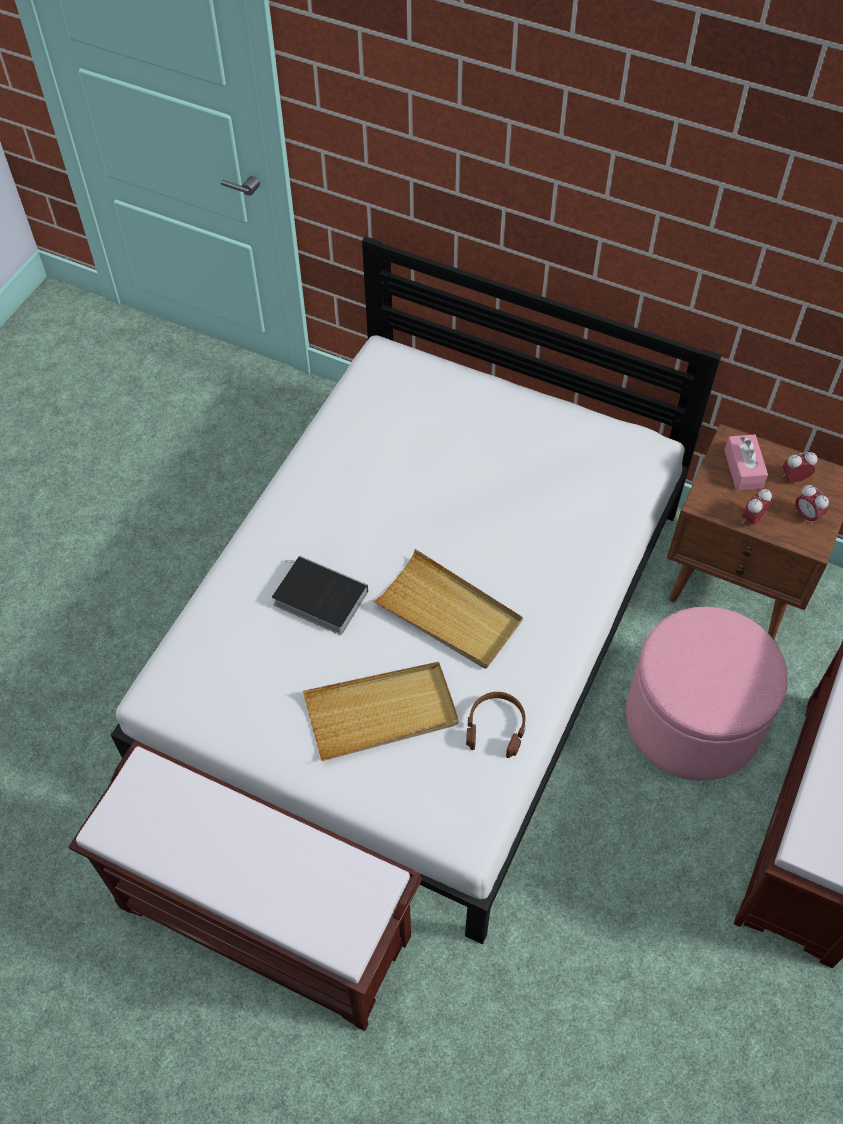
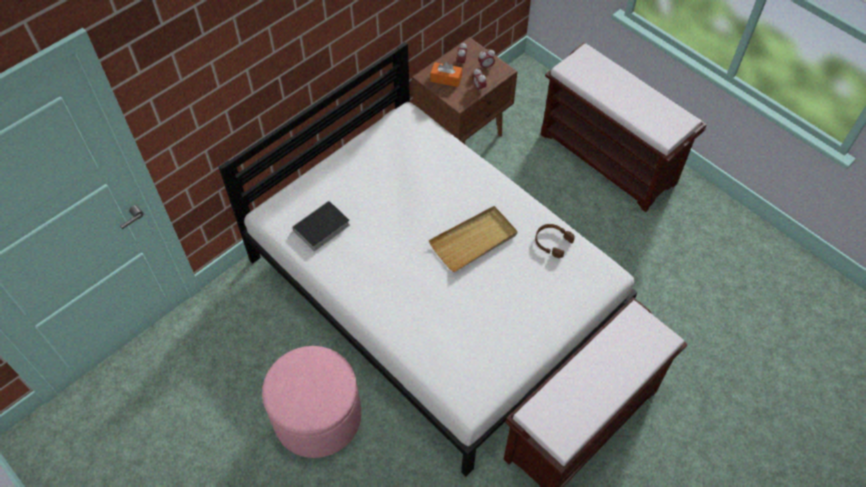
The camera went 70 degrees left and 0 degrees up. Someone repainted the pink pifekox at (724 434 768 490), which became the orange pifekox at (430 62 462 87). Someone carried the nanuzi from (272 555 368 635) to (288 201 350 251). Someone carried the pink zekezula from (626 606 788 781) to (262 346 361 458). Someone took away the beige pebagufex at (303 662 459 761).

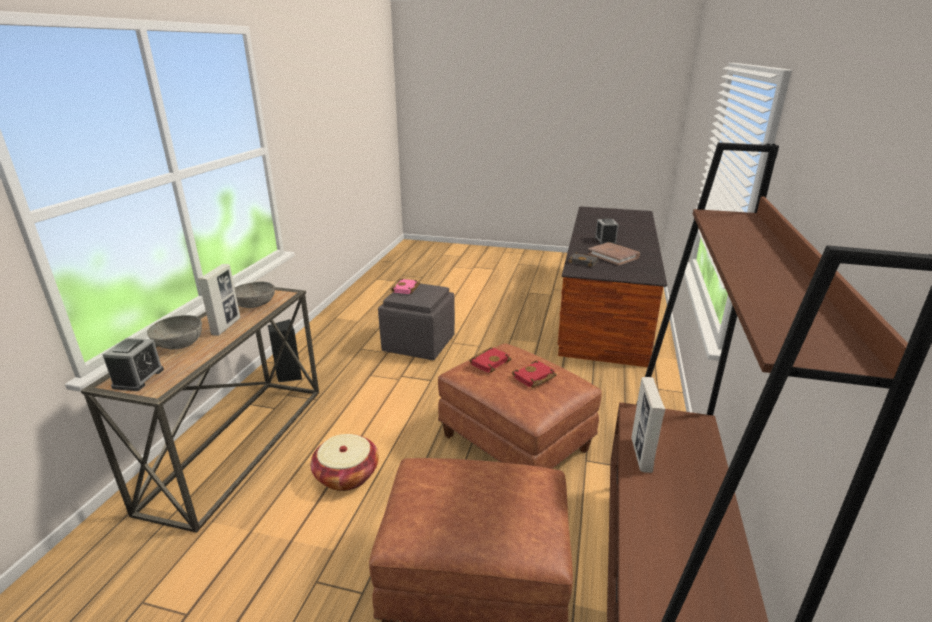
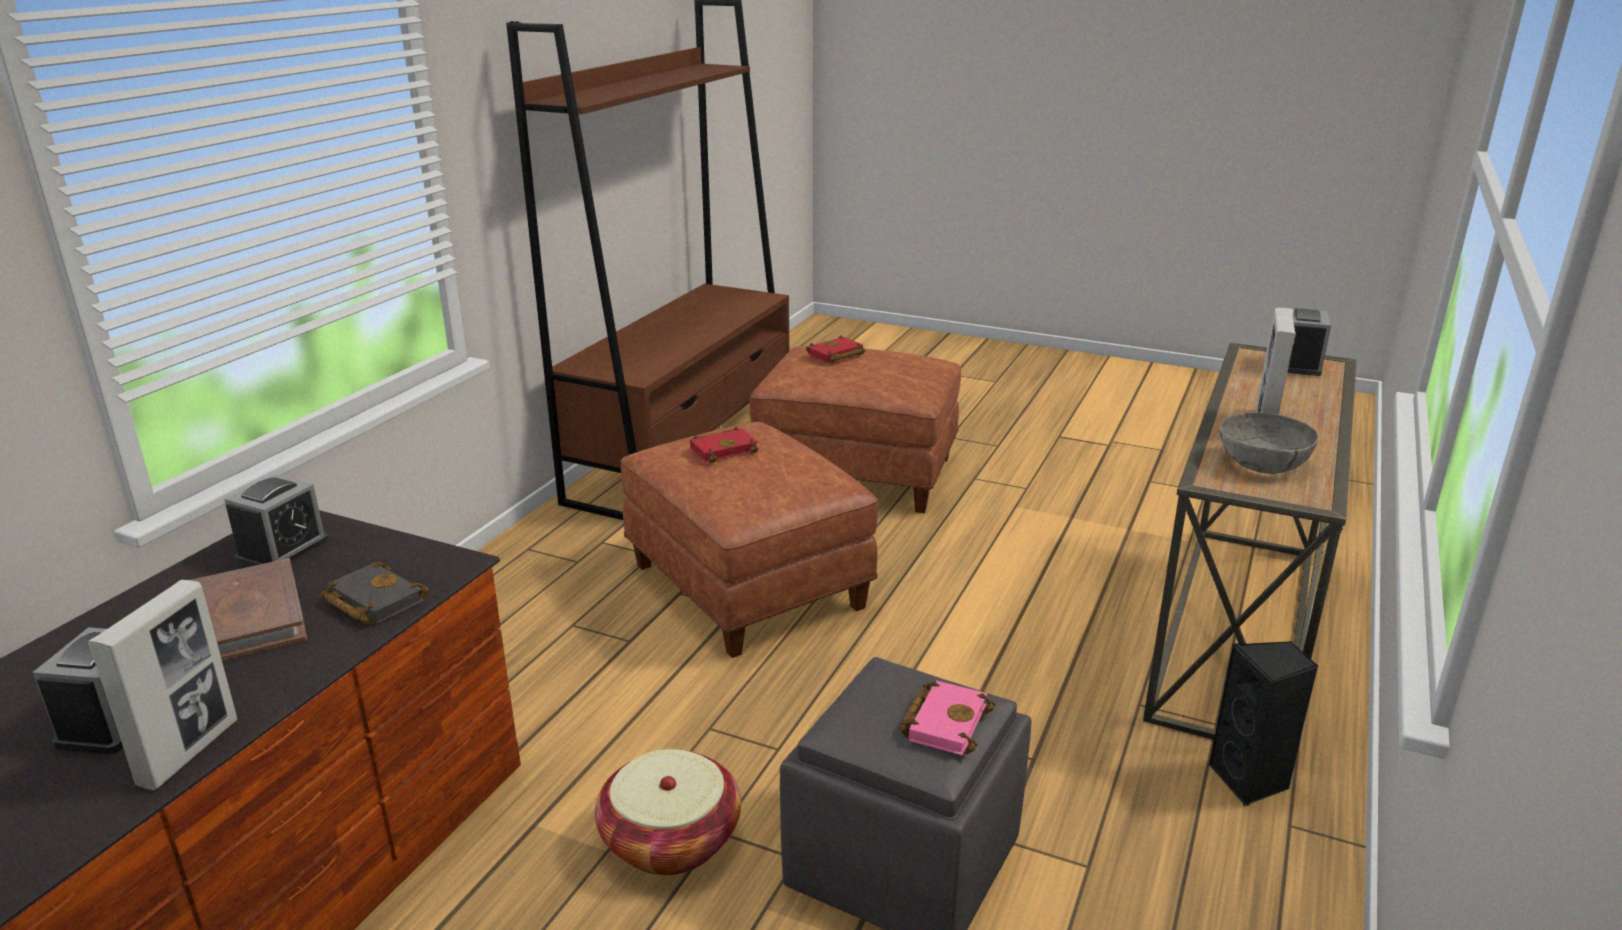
The camera went 170 degrees left and 0 degrees up. Someone took away the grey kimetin at (147 315 202 349). Someone carried the red nanuzi from (469 347 512 373) to (806 336 865 363). Someone carried the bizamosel from (631 377 665 473) to (88 580 237 790). Someone carried the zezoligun from (310 434 379 491) to (595 749 741 875). Someone put down the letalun at (224 474 329 567).

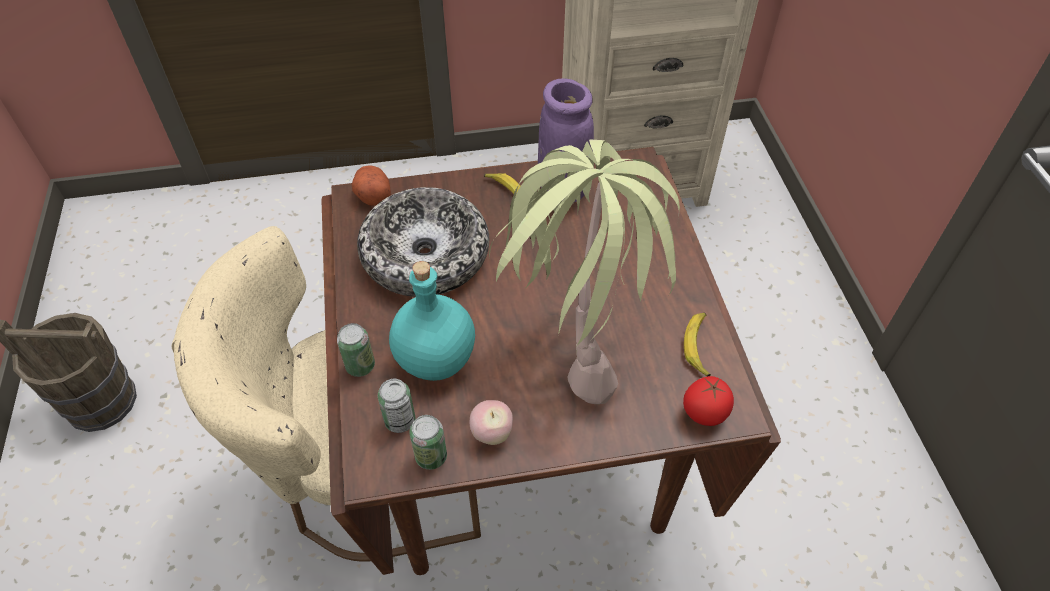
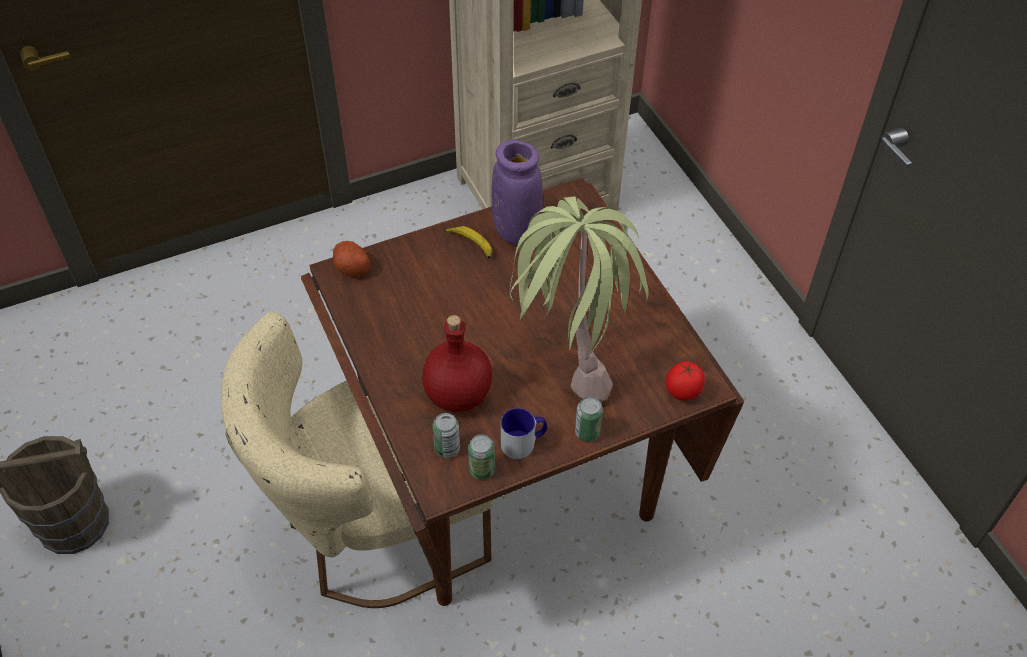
The camera went 15 degrees left and 0 degrees up. Someone took away the kimetin at (357 187 489 297). Someone repainted the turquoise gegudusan at (389 261 475 381), which became the red gegudusan at (422 315 492 412). Someone took away the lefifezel at (684 313 711 377). Someone carried the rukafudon from (337 323 375 377) to (575 397 603 442). Someone swapped the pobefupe at (470 400 513 445) for the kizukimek at (501 408 547 459).

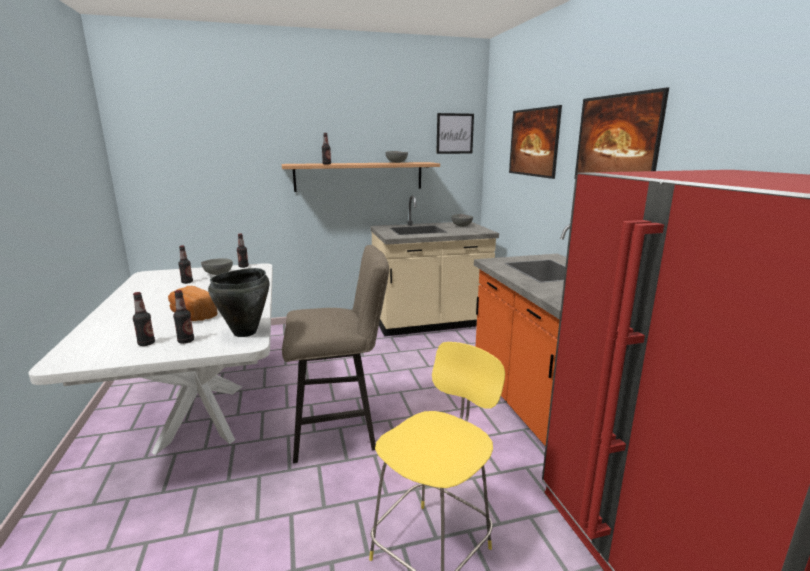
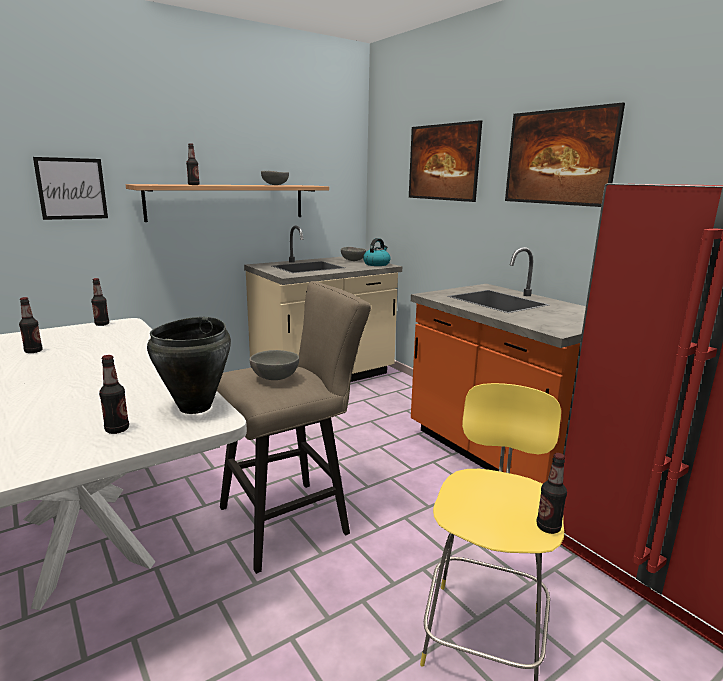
The camera went 20 degrees left and 0 degrees up. Someone carried the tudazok from (436 113 474 154) to (33 157 108 220). Someone carried the grey kimetin from (201 258 233 275) to (249 350 299 380). Someone took away the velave at (168 286 218 321). Someone carried the gegudusan from (133 292 155 346) to (537 453 567 534). Someone put down the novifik at (363 238 391 266).

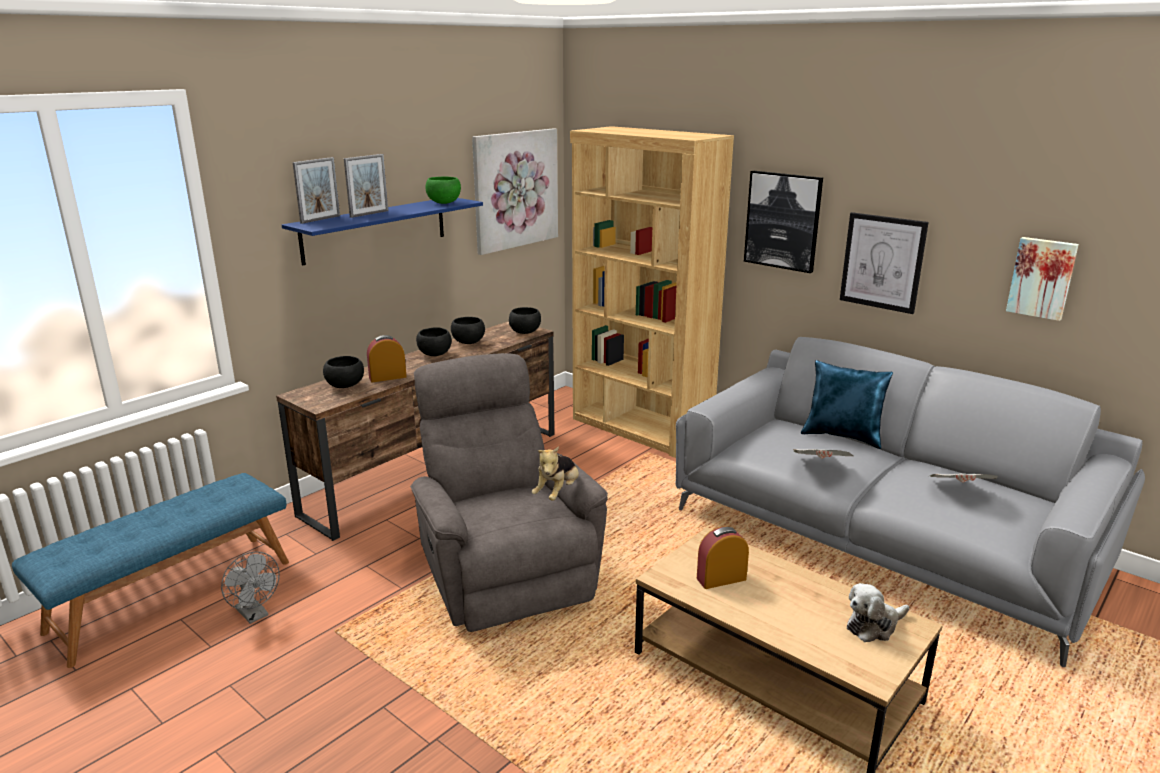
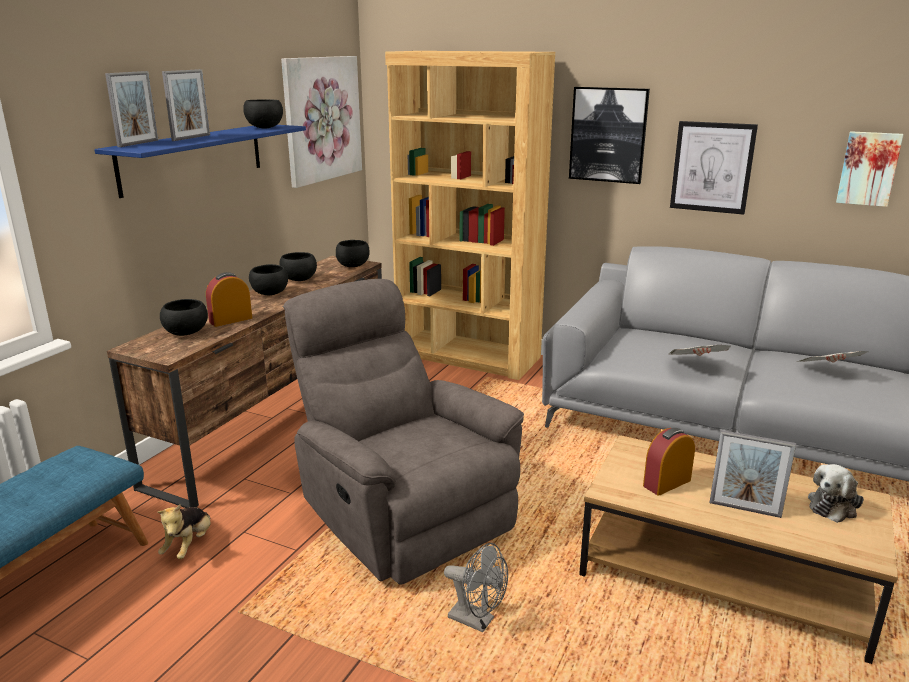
The camera went 15 degrees left and 0 degrees up. Someone repainted the green kimetin at (425 176 461 204), which became the black kimetin at (243 99 283 129). Someone took away the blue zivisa at (801 360 893 449). Someone carried the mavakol from (532 446 579 501) to (157 504 211 559). Someone carried the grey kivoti from (221 552 280 624) to (444 543 508 632). Someone put down the bizamosel at (710 430 796 518).

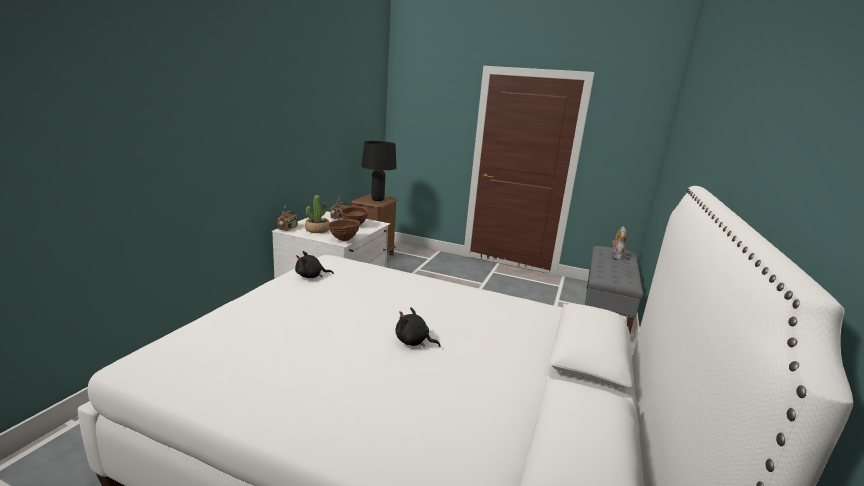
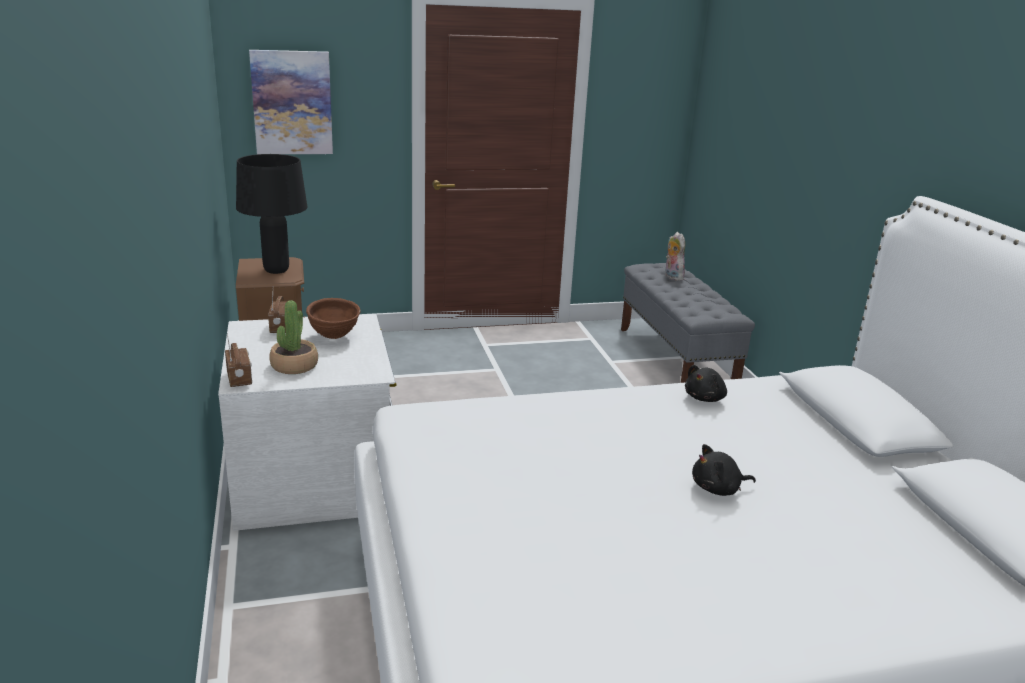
The camera went 35 degrees left and 5 degrees up. Someone took away the brown kimetin at (328 219 360 241). Someone carried the black mavakol from (295 251 334 278) to (685 365 727 402). Someone put up the tudazok at (249 50 333 154).

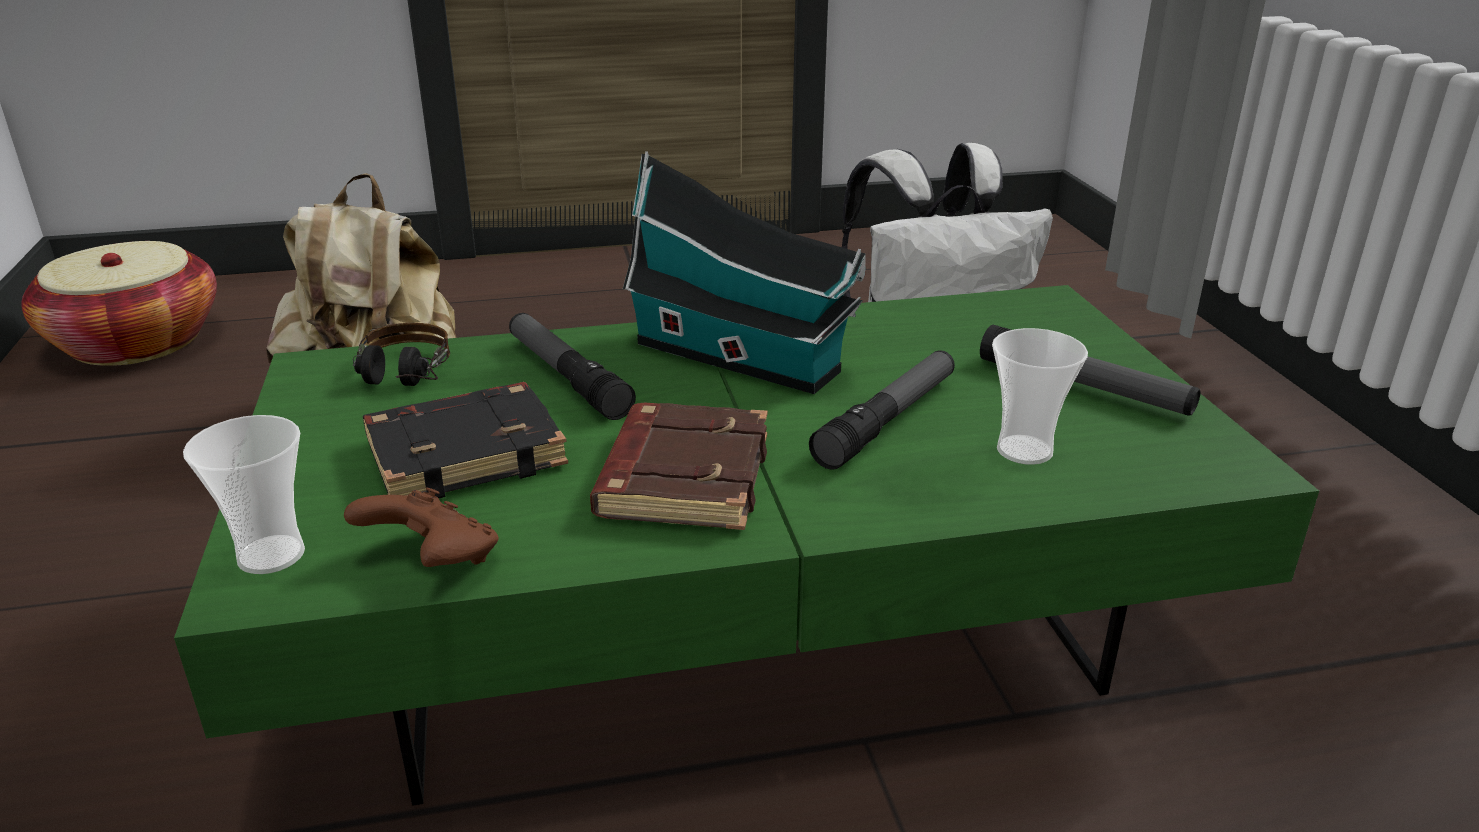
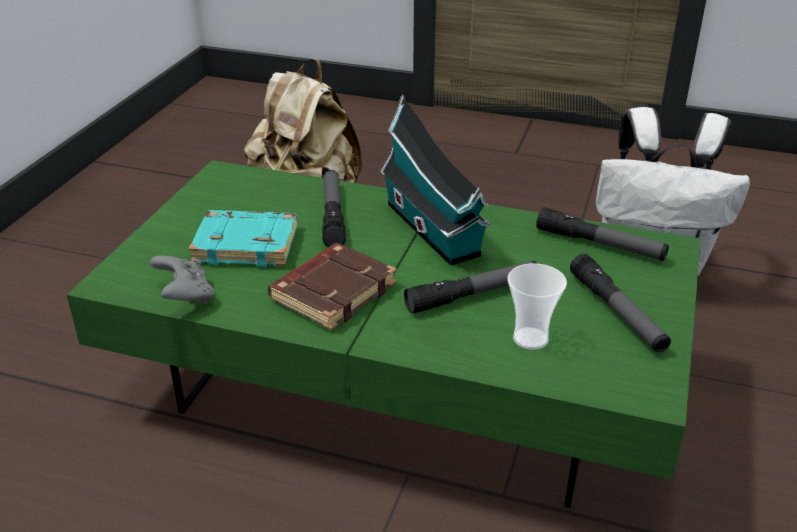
The camera went 30 degrees right and 5 degrees up. Someone took away the zezoligun at (21 241 217 366). Someone took away the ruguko at (353 323 450 386). Someone repainted the black nanuzi at (363 382 568 498), which became the turquoise nanuzi at (189 210 297 267). Someone took away the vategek at (183 415 305 574). Someone repainted the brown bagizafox at (344 488 499 567), which became the grey bagizafox at (150 255 214 304). Someone put down the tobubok at (536 207 669 261).

